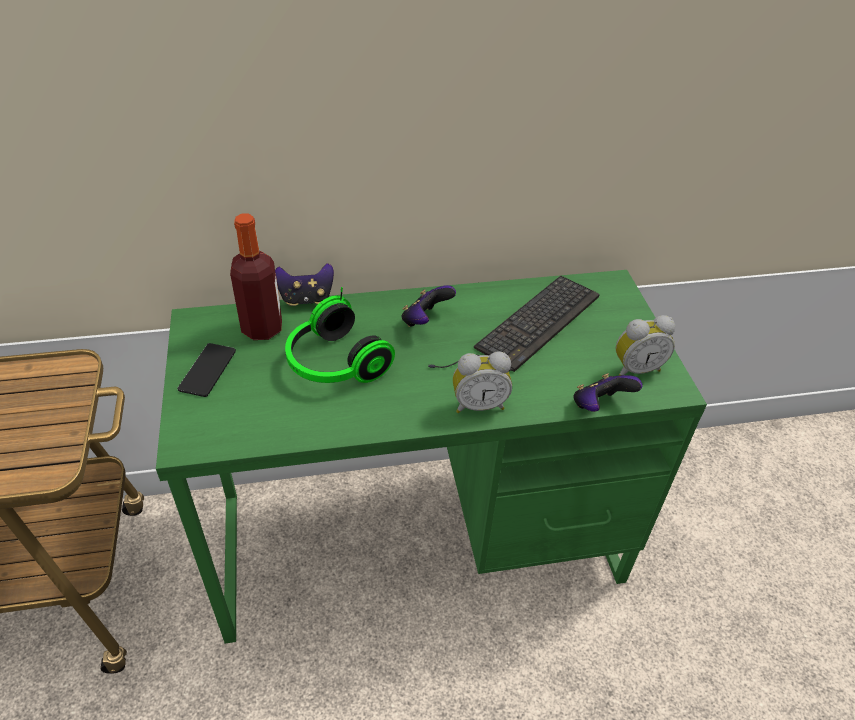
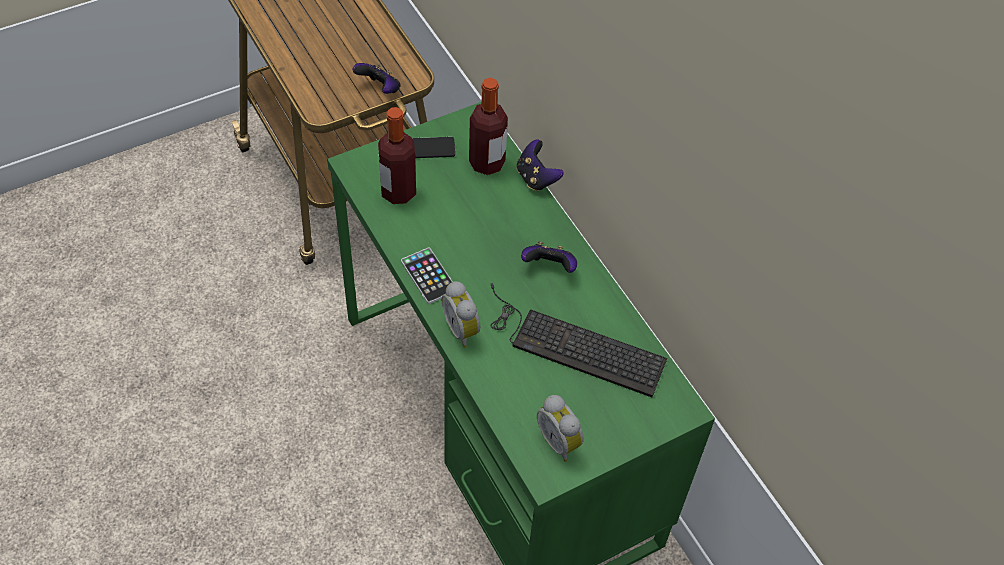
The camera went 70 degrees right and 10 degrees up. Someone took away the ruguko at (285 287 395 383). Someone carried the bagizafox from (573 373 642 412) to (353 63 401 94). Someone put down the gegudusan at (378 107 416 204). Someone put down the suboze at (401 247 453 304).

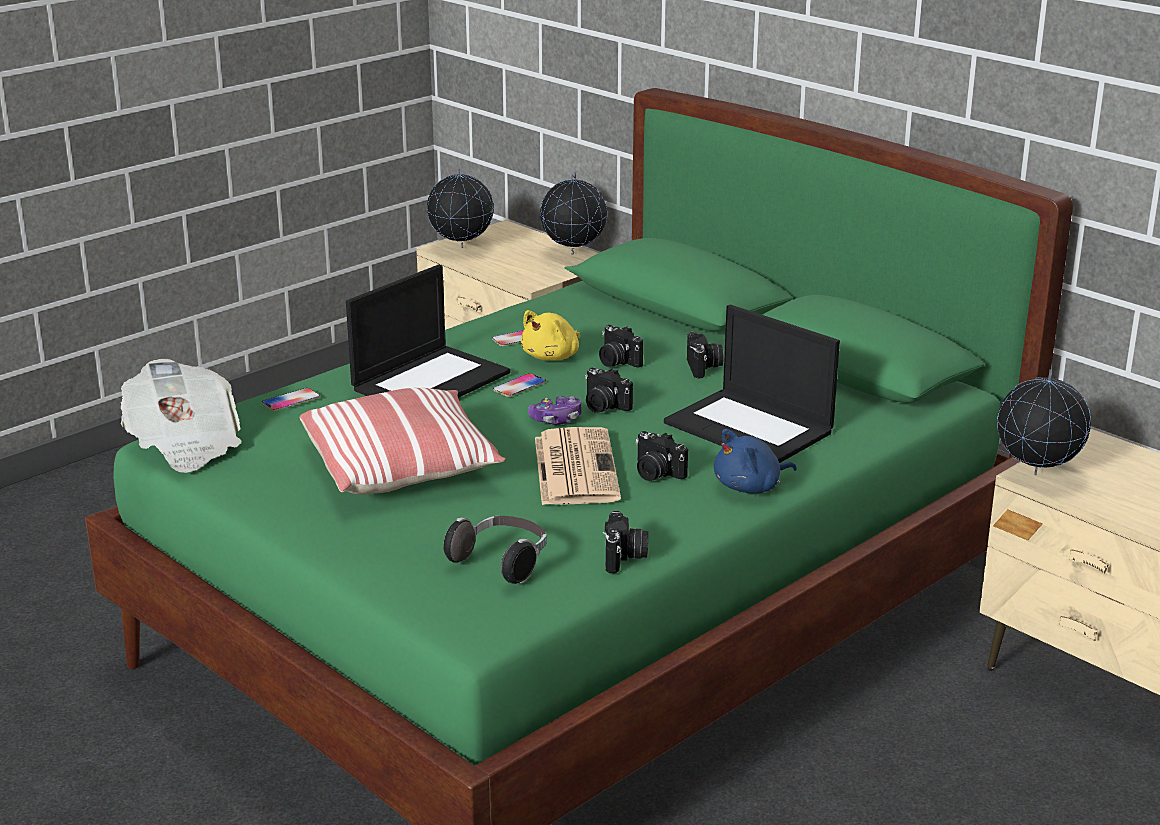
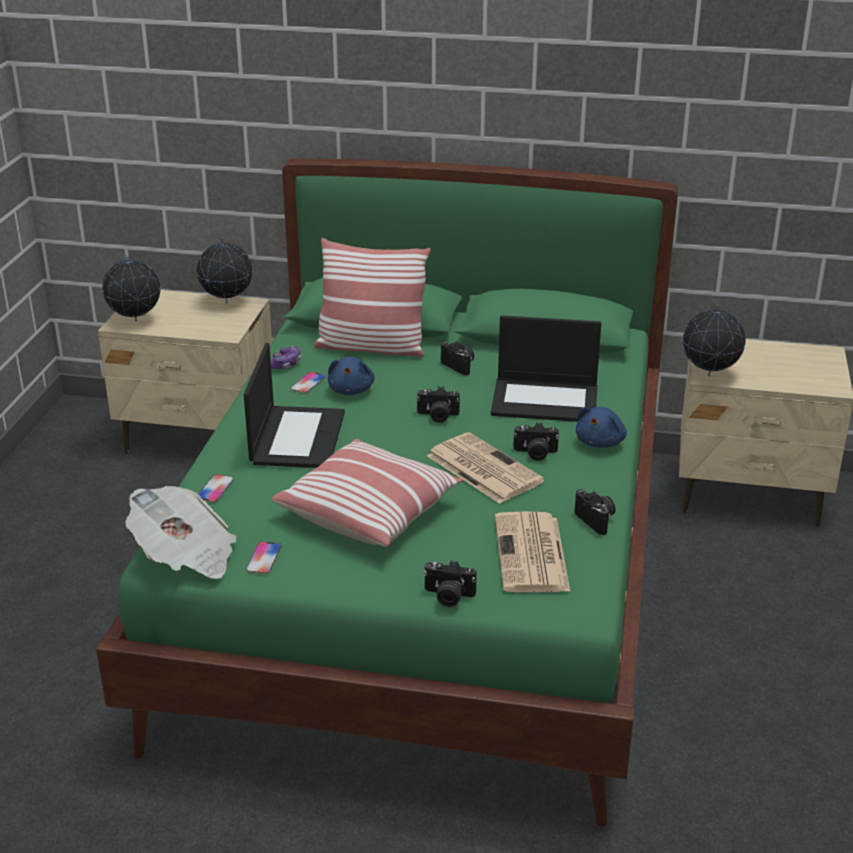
The camera went 35 degrees left and 5 degrees up. Someone repainted the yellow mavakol at (521 310 580 361), which became the blue mavakol at (328 356 375 395). Someone carried the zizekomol from (599 325 643 367) to (423 560 477 607). Someone carried the suboze from (493 373 546 397) to (246 541 282 574). Someone carried the bagizafox from (528 396 581 425) to (271 346 301 369). Someone swapped the ruguko at (444 516 547 584) for the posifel at (495 511 570 592). Someone put down the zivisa at (314 238 431 357).

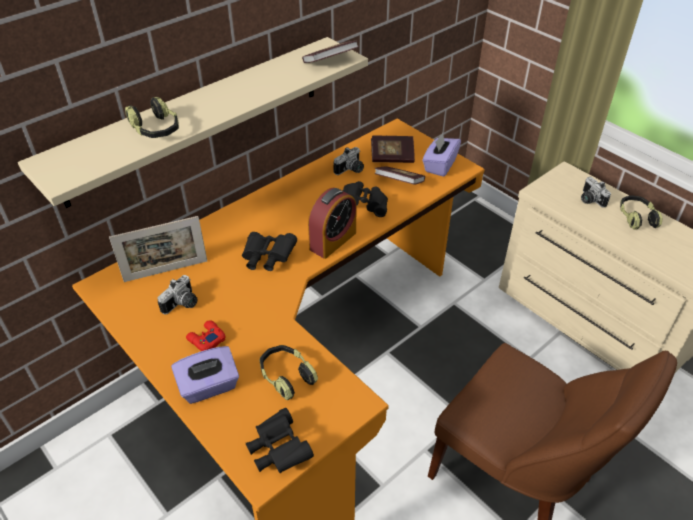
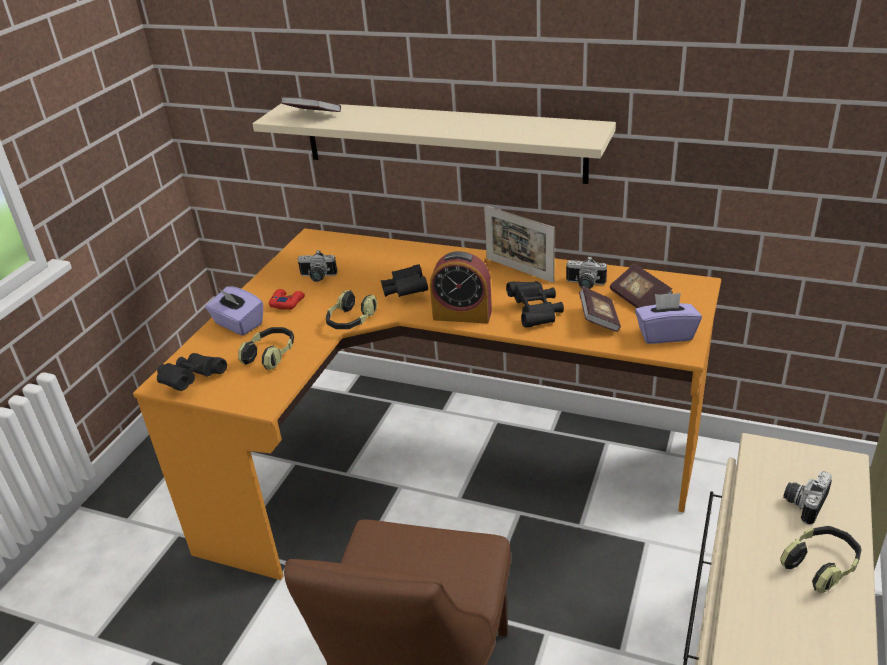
The camera went 65 degrees right and 10 degrees down. Someone carried the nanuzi from (302 41 359 63) to (281 96 341 112). Someone carried the ruguko from (125 97 179 138) to (326 290 377 329). Someone carried the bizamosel from (109 216 207 282) to (484 205 555 283).

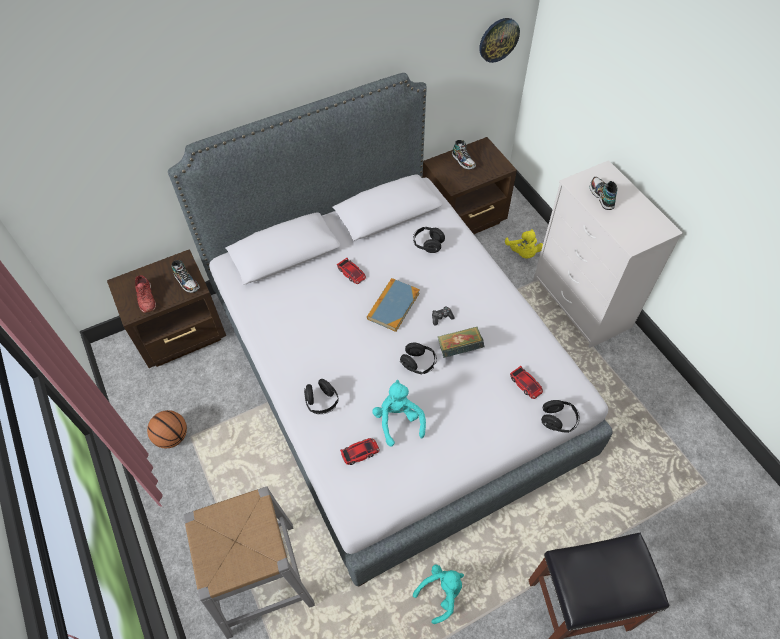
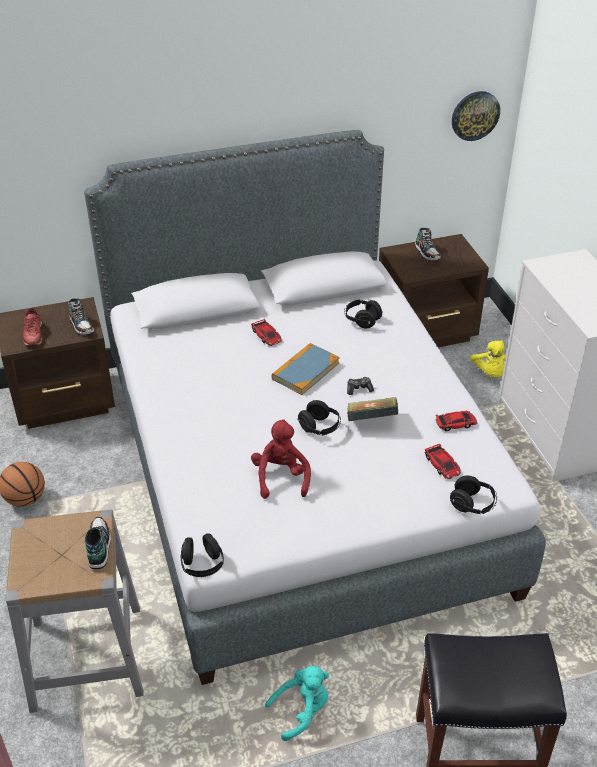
The camera went 10 degrees right and 15 degrees down. Someone carried the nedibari from (590 177 618 210) to (85 517 111 569). Someone carried the black ruguko from (304 379 339 415) to (181 533 224 577). Someone repainted the turquoise mavakol at (372 380 426 447), which became the red mavakol at (251 419 311 499). Someone carried the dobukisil from (340 438 380 465) to (436 410 477 431).

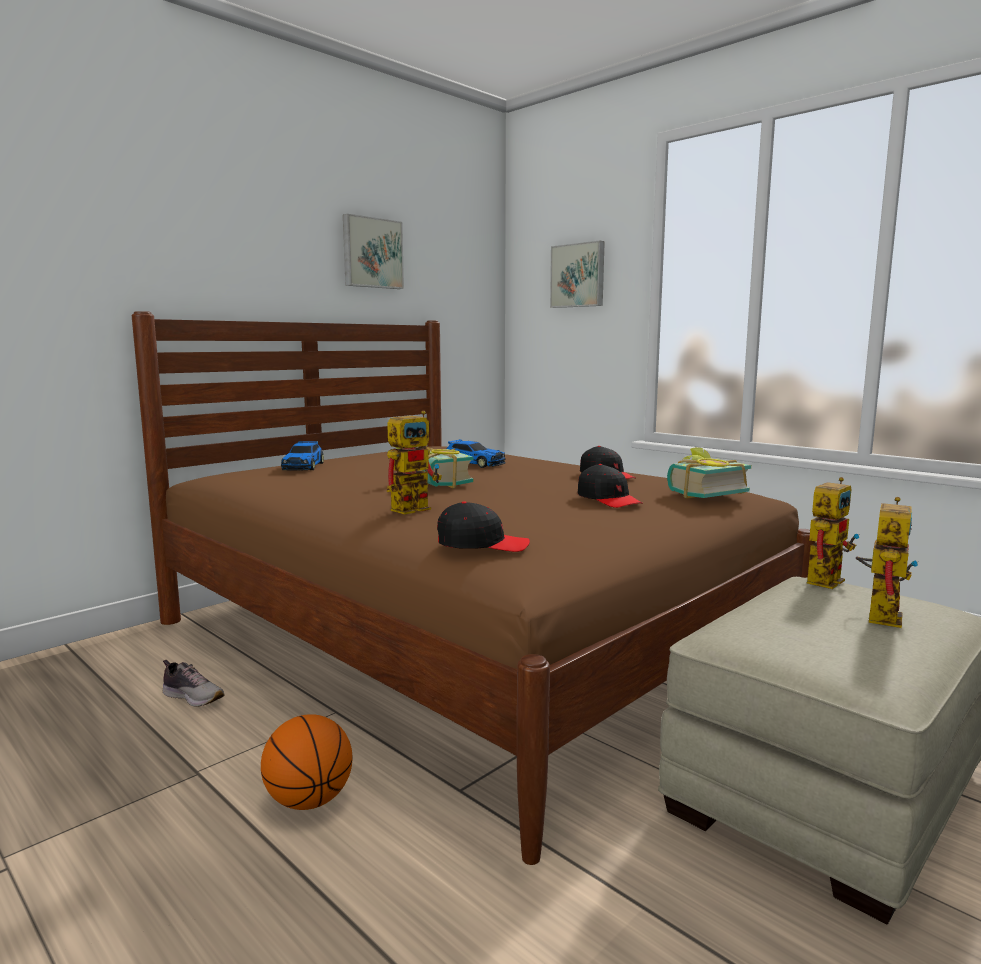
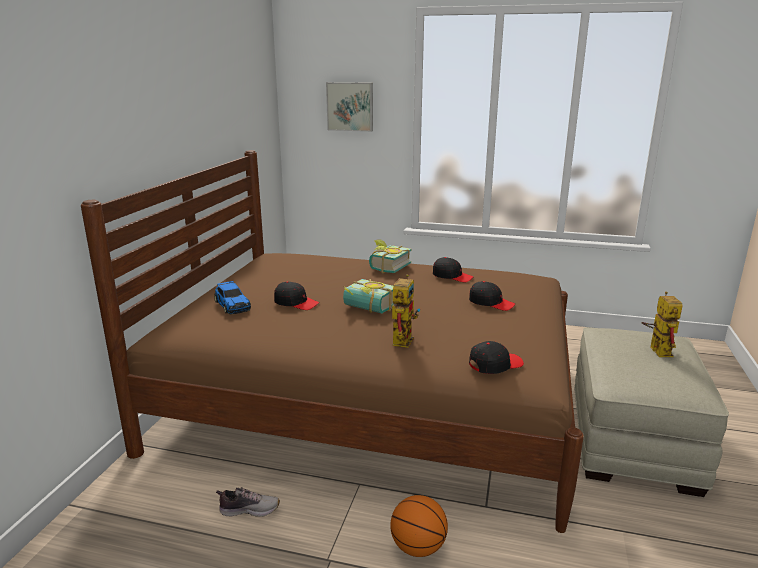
The camera went 30 degrees left and 10 degrees up. Someone took away the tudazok at (343 214 404 289). Someone took away the dobukisil at (447 439 506 468). Someone carried the nanuzi from (667 447 751 499) to (369 239 412 273). Someone took away the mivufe at (807 477 859 589). Someone put down the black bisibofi at (274 281 319 310).

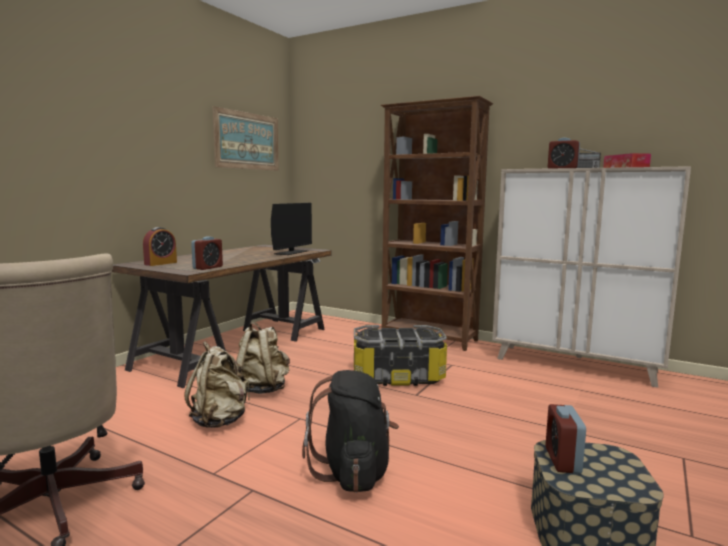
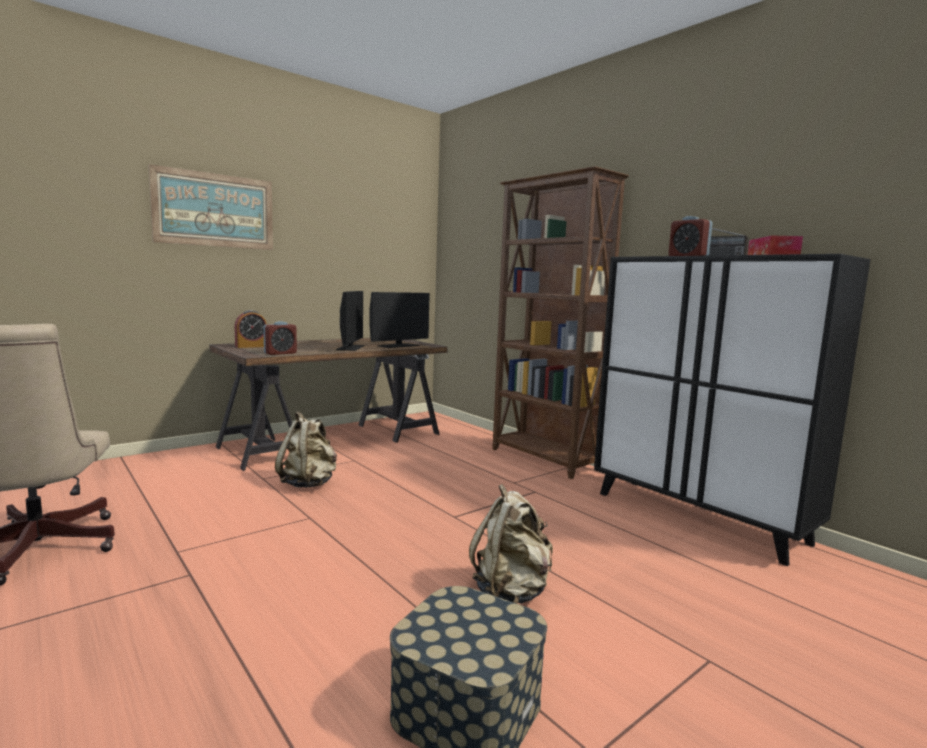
The camera went 20 degrees right and 0 degrees up. Someone carried the tudazok from (212 106 279 171) to (148 164 273 250). Someone repainted the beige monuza at (492 166 691 388), which became the black monuza at (594 254 870 566). Someone took away the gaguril at (354 325 447 386). Someone carried the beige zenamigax from (184 341 250 428) to (469 484 553 603). Someone took away the black zenamigax at (302 370 399 493). Someone took away the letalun at (546 404 586 474). Someone put down the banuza at (336 291 364 351).

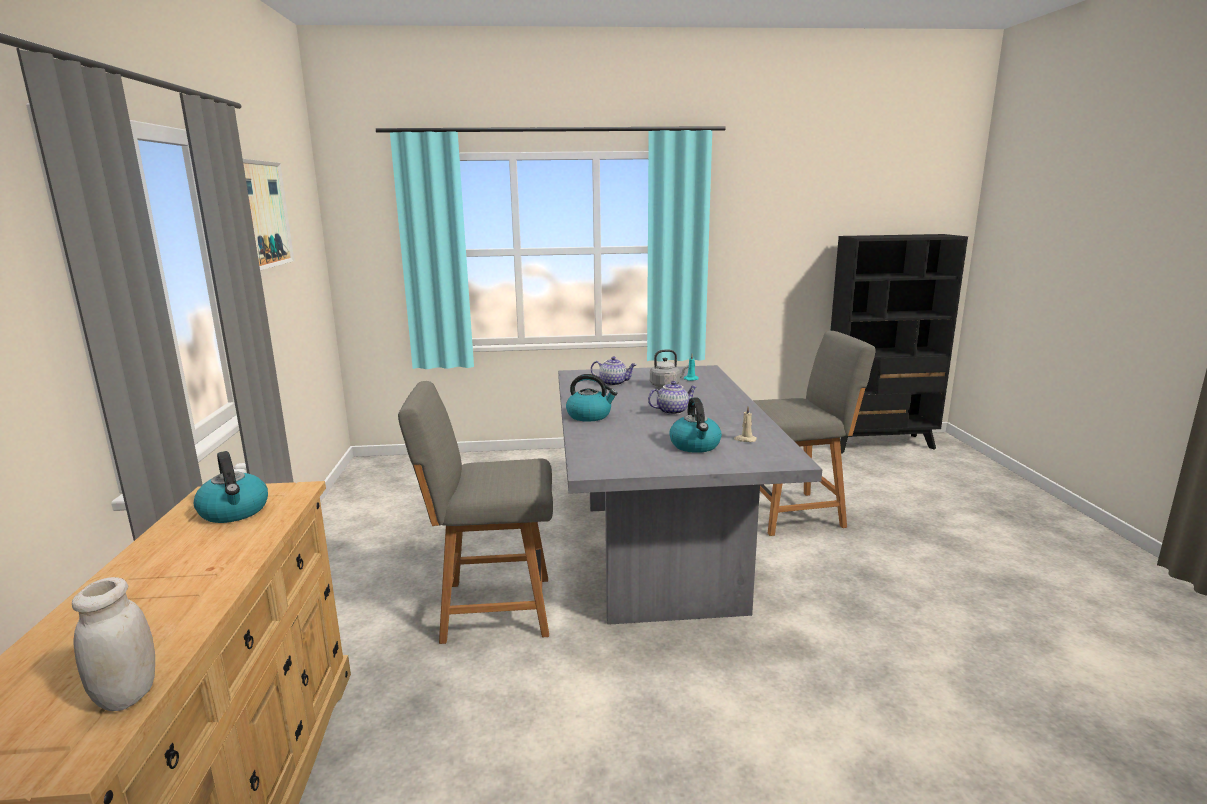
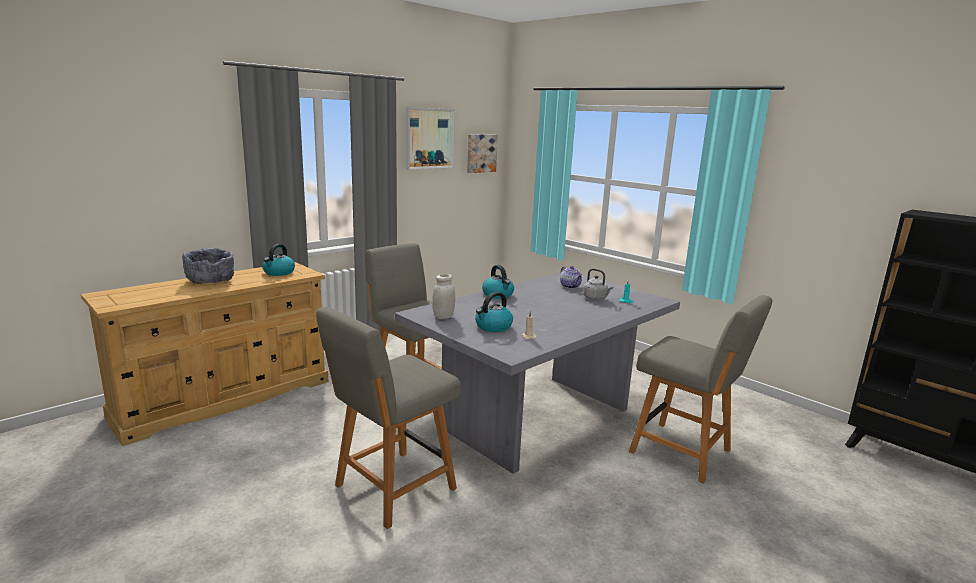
The camera went 50 degrees right and 0 degrees up. Someone took away the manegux at (648 381 697 415). Someone carried the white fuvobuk from (72 577 155 711) to (432 274 455 319). Someone put up the tudazok at (467 134 498 173). Someone put down the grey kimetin at (182 248 234 284). Someone put down the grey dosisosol at (316 307 461 529).

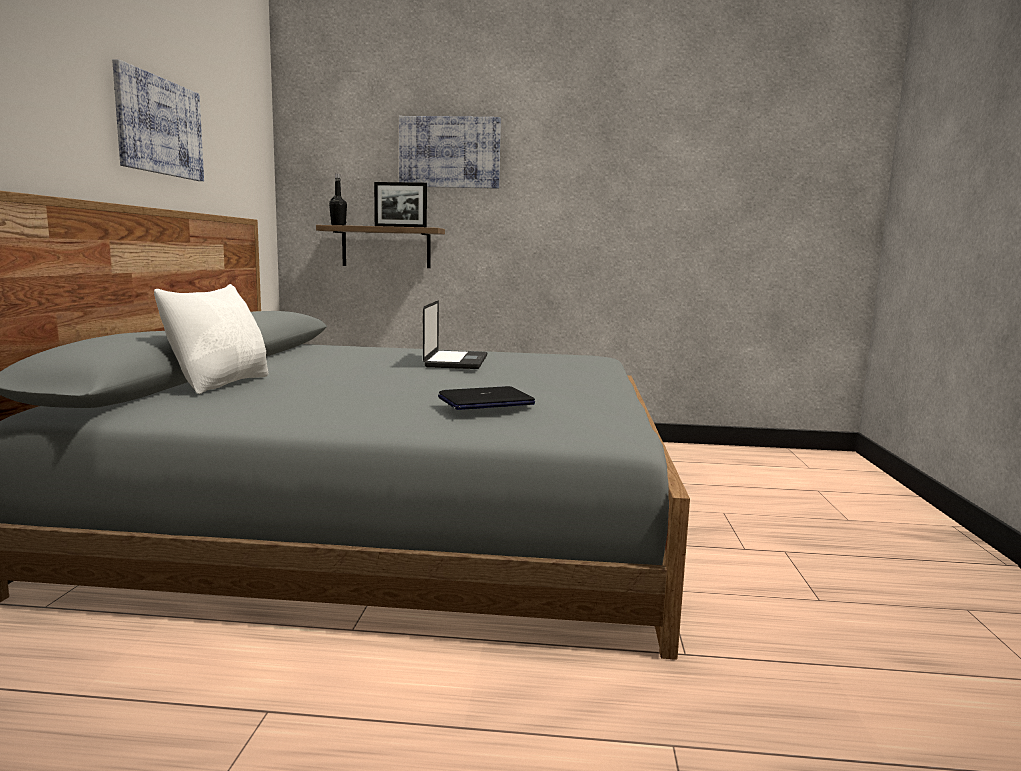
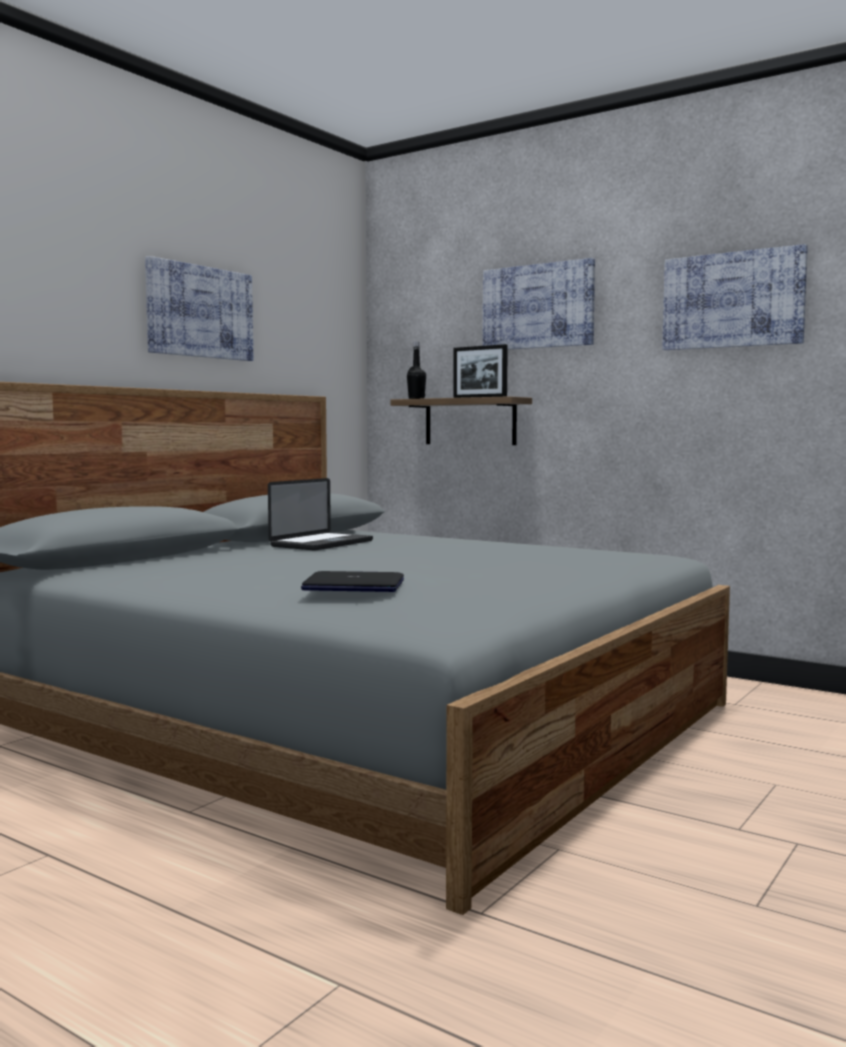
The camera went 30 degrees right and 5 degrees down. Someone took away the white zivisa at (154 284 268 394). Someone carried the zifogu from (423 300 487 369) to (268 478 373 551). Someone put up the tudazok at (662 244 808 350).

